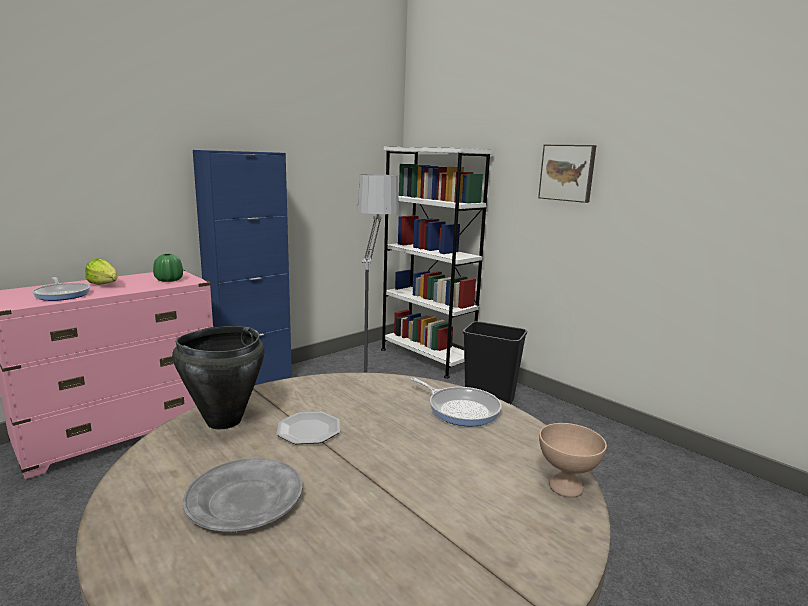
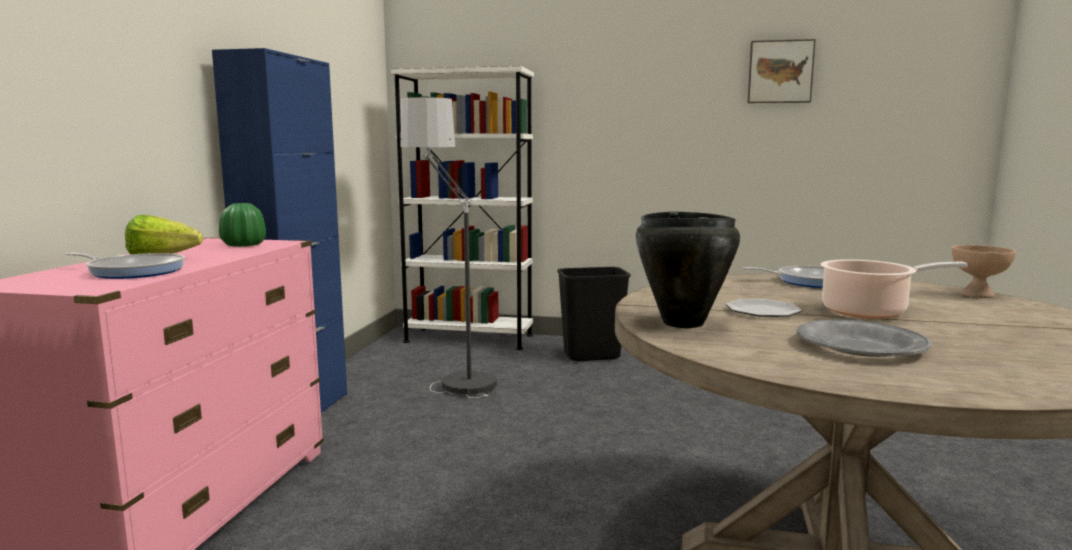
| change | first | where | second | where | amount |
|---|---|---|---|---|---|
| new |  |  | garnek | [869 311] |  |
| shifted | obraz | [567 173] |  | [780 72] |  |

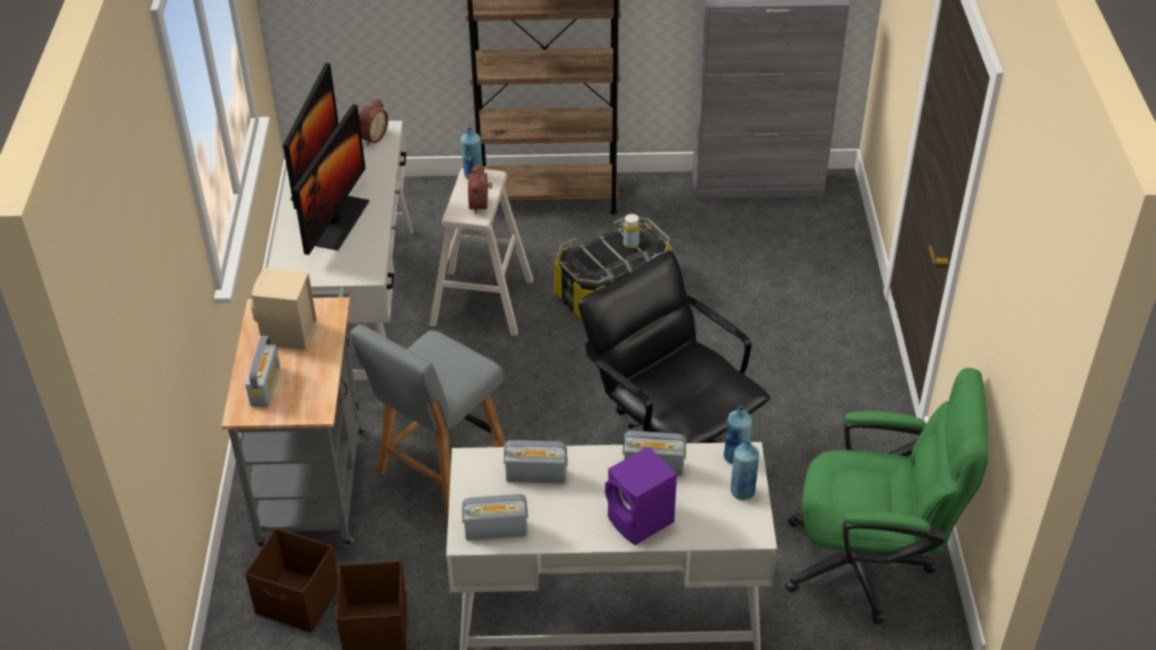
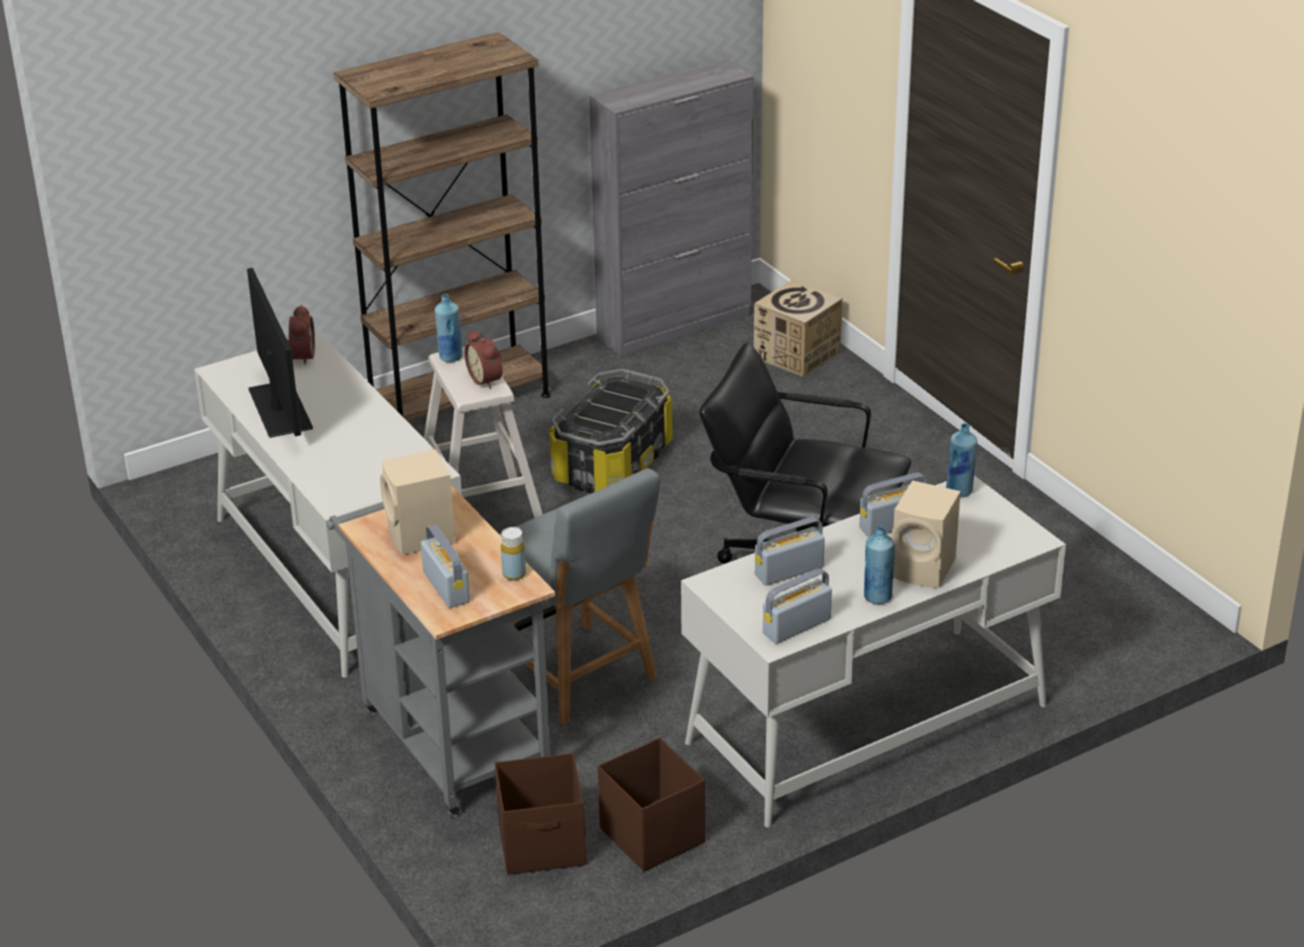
| change | first | where | second | where | amount |
|---|---|---|---|---|---|
| gone | monitor | [337 222] |  |  |  |
| gone | krzesło biurowe [zielony] | [870 565] |  |  |  |
| new |  |  | karton | [797 355] |  |
| shifted | butelka [żółty] | [631 244] |  | [514 574] |  |
| shifted | butelka [niebieski] | [742 491] |  | [877 597] |  |
| repainted | głośnik [fioletowy] | [641 521] | głośnik [beżowy] | [925 569] |  |
| rotated | krzesło [szary] | [439 469] |  | [581 677] | 45 degrees counterclockwise |

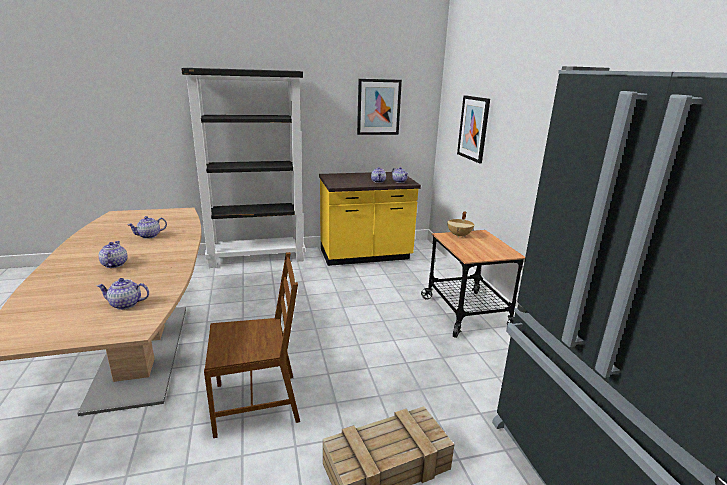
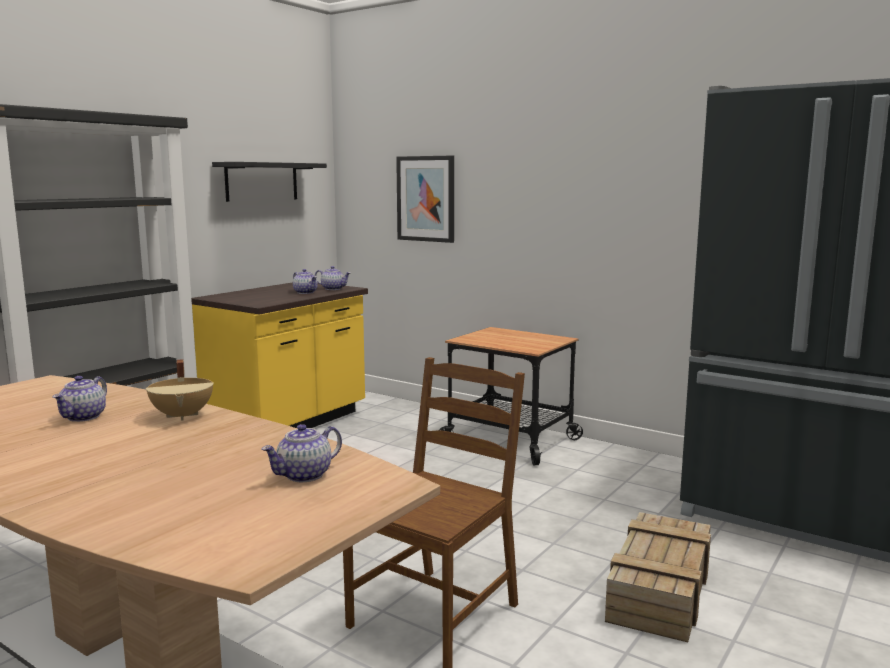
| change | first | where | second | where | amount |
|---|---|---|---|---|---|
| gone | imbryk | [114 264] |  |  |  |
| shifted | garnek [beżowy] | [459 235] |  | [183 415] |  |
| swapped | obraz | [378 107] | półka [czarny] | [262 181] |  |

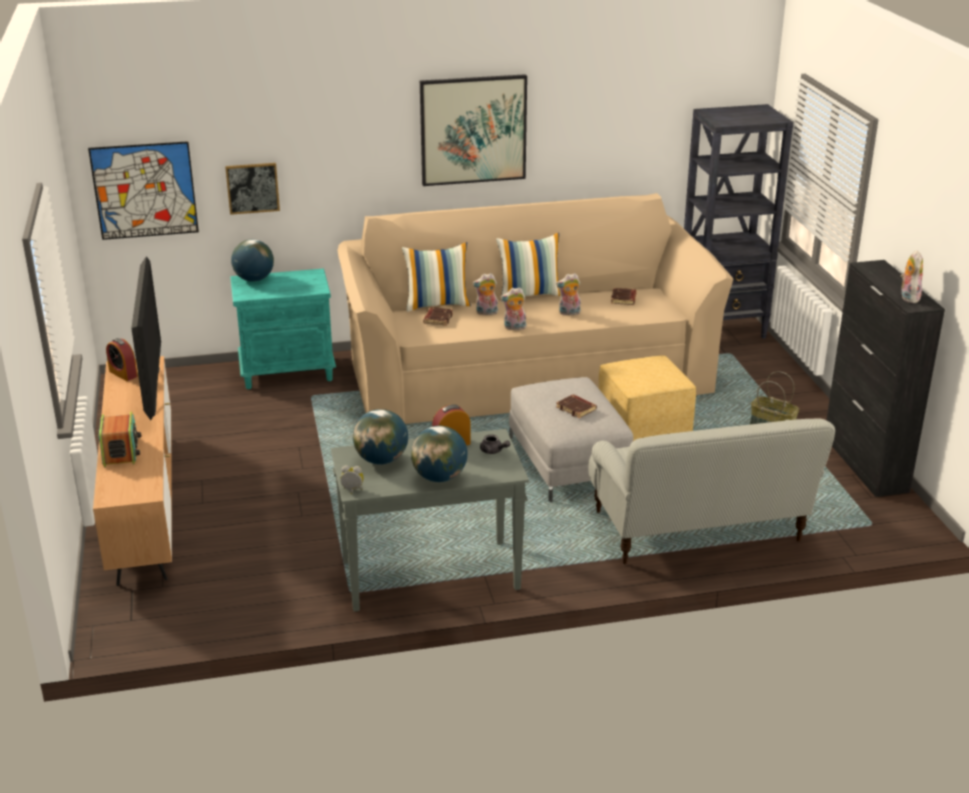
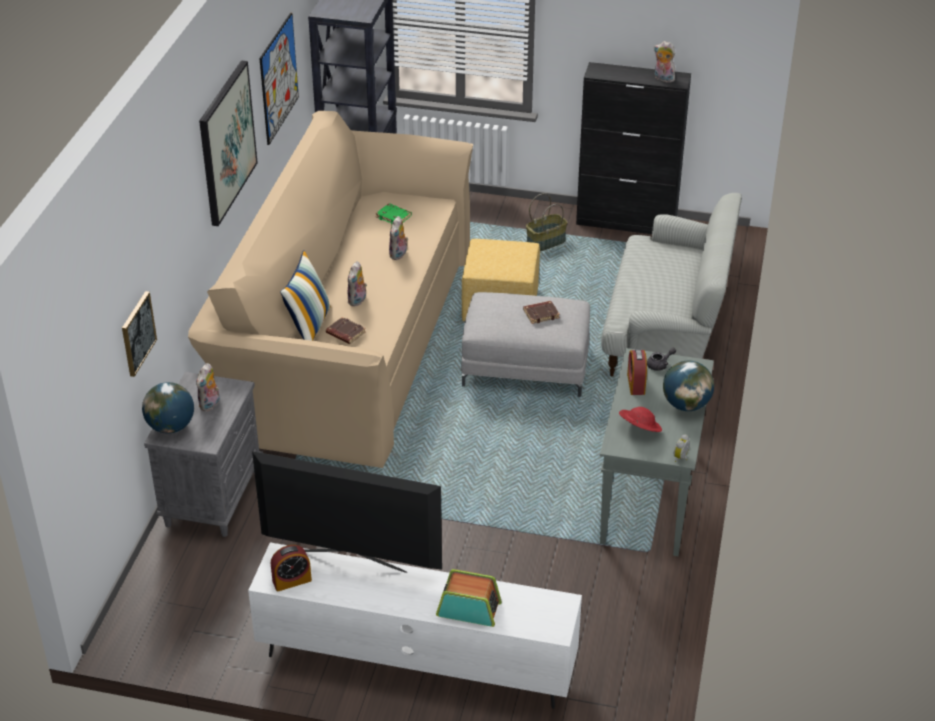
| change | first | where | second | where | amount |
|---|---|---|---|---|---|
| gone | poduszka | [529 294] |  |  |  |
| shifted | obraz | [144 190] |  | [278 78] |  |
| shifted | pluszak | [514 327] |  | [210 405] |  |
| swapped | globus | [381 460] | kapelusz [czerwony] | [639 429] |  |
| repainted | szafka pod telewizor [brązowy] | [145 504] | szafka pod telewizor [biały] | [417 662] |  |
| repainted | szafka nocna [turkusowy] | [288 372] | szafka nocna [szary] | [212 496] |  |
| repainted | książka [brązowy] | [624 299] | książka [zielony] | [394 217] |  |

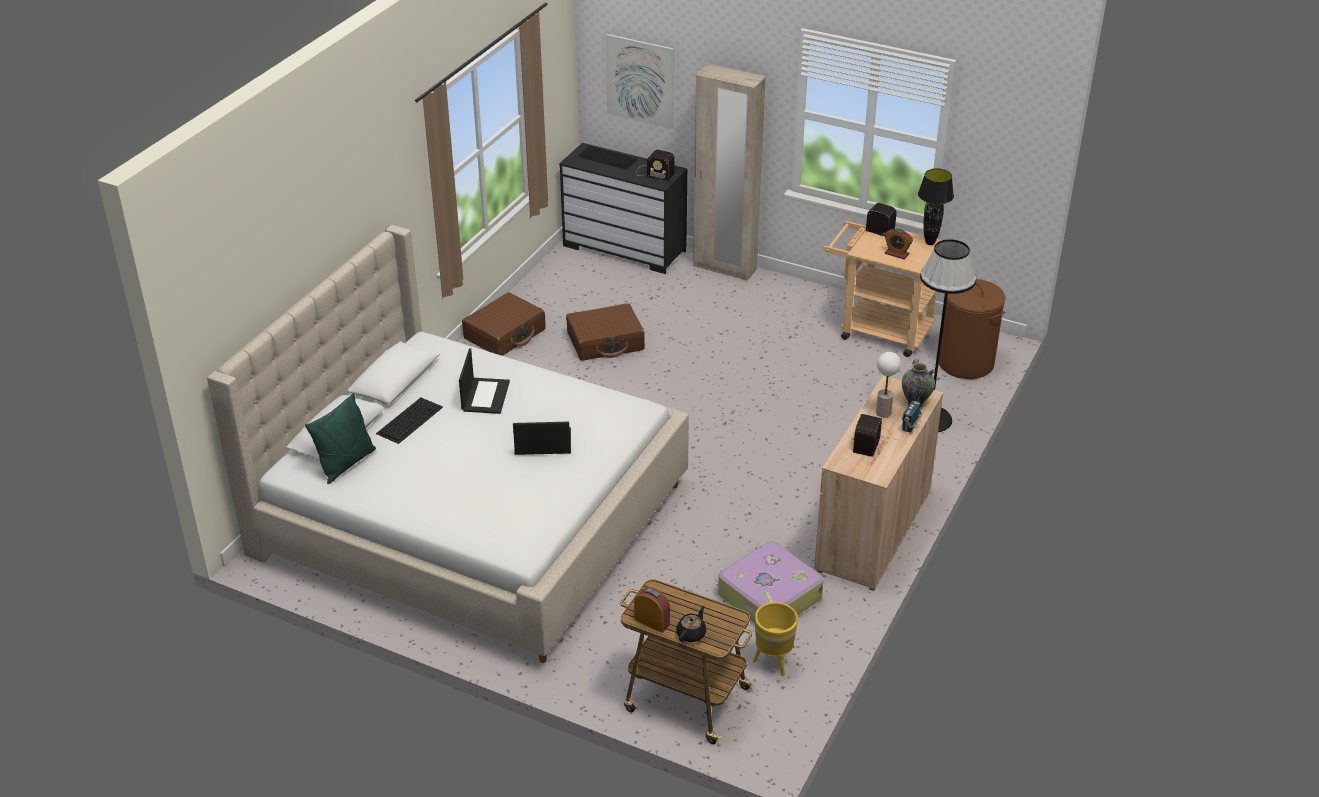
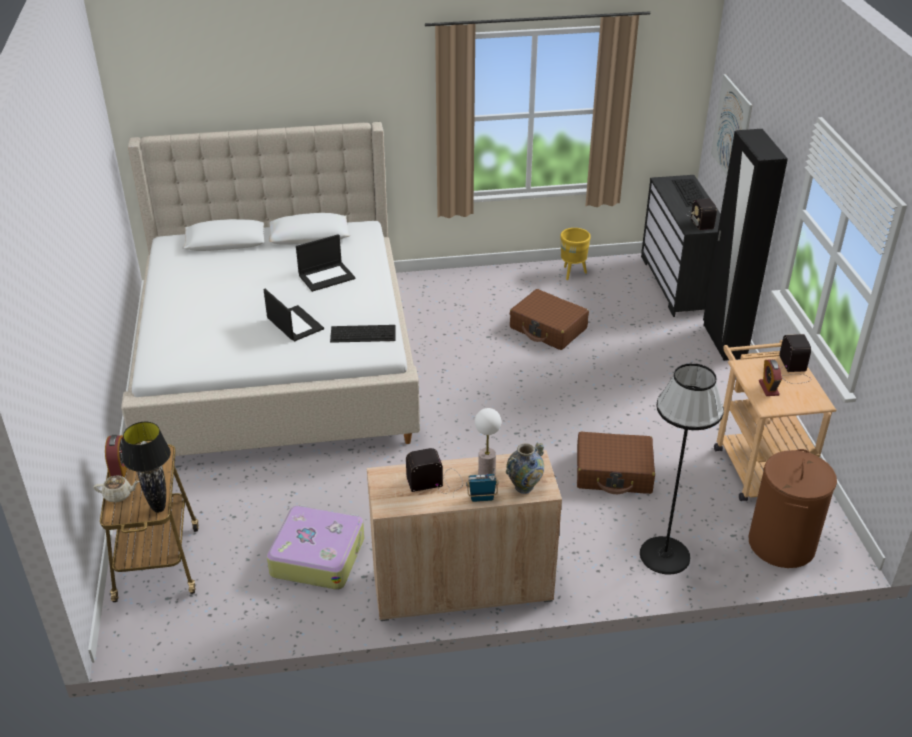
| change | first | where | second | where | amount |
|---|---|---|---|---|---|
| gone | poduszka [zielony] | [346 463] |  |  |  |
| shifted | klawiatura | [410 420] |  | [363 333] |  |
| shifted | walizka [brązowy] | [505 334] |  | [614 472] |  |
| shifted | donica [żółty] | [774 662] |  | [573 273] |  |
| shifted | lampa stołowa [czarny] | [930 243] |  | [158 509] |  |
| repainted | imbryk [czarny] | [691 634] | imbryk [beżowy] | [118 495] |  |
| repainted | szafa [beżowy] | [724 268] | szafa [czarny] | [723 341] |  |

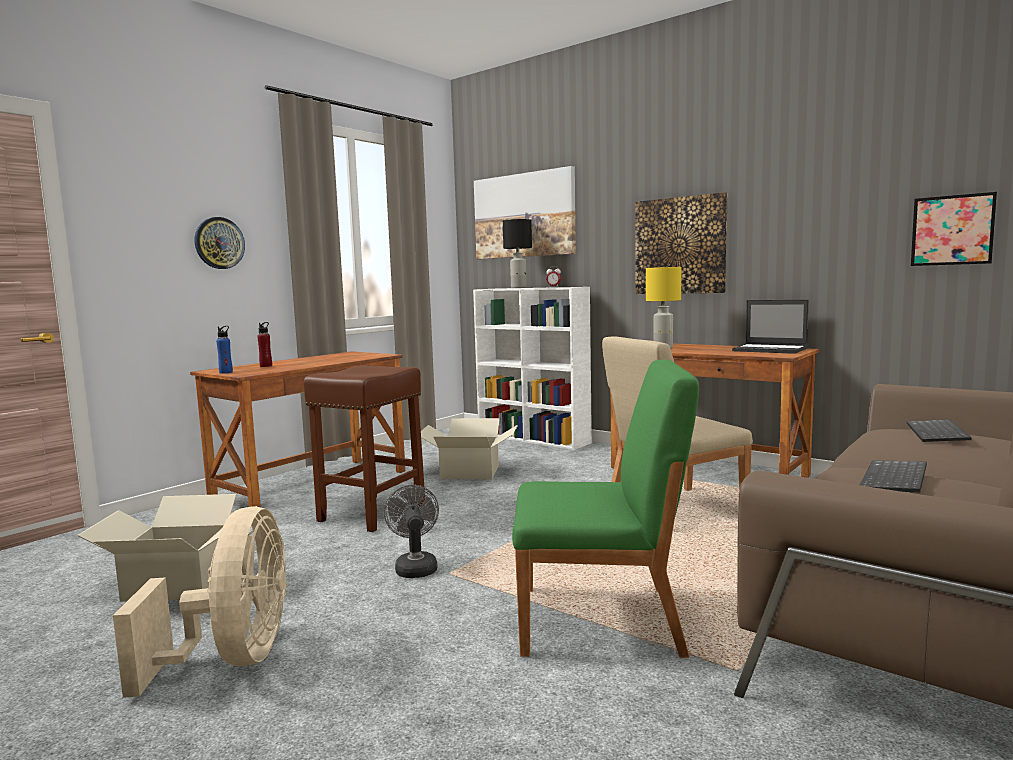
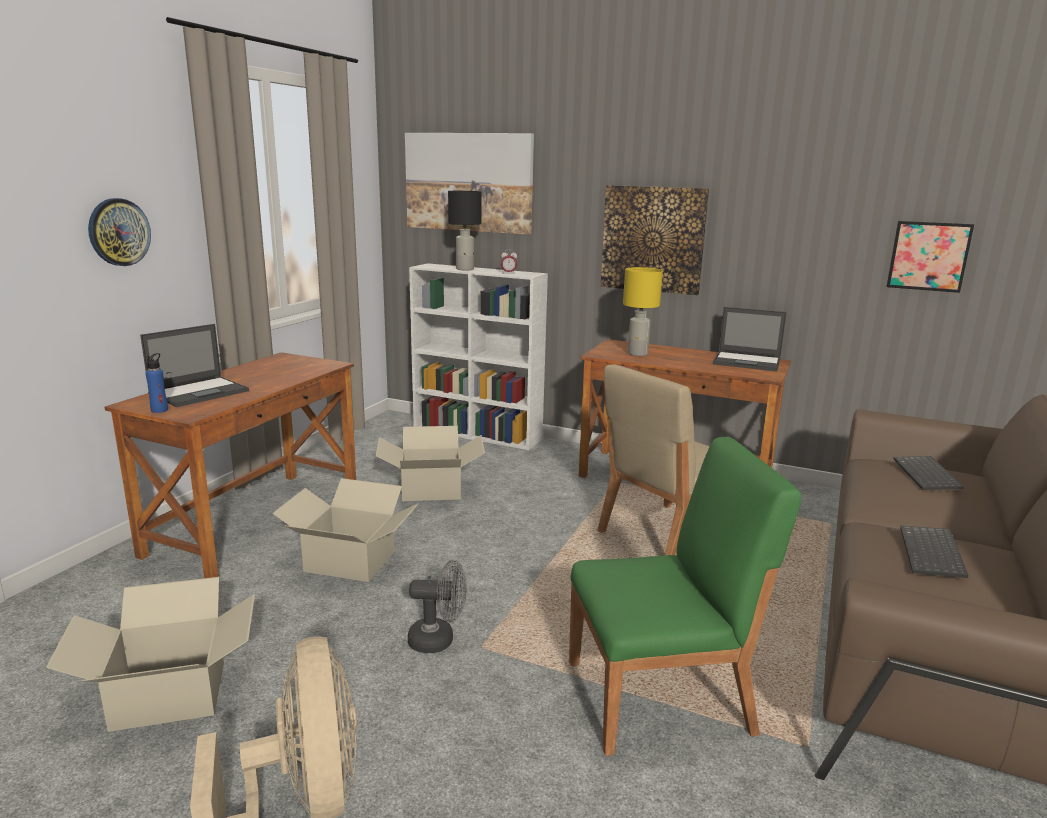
| change | first | where | second | where | amount |
|---|---|---|---|---|---|
| swapped | butelka [czerwony] | [266 366] | laptop | [200 392] |  |
| swapped | stołek [brązowy] | [371 513] | karton | [349 561] |  |
| rotated | wentylator [szary] | [415 567] |  | [439 640] | 120 degrees clockwise |

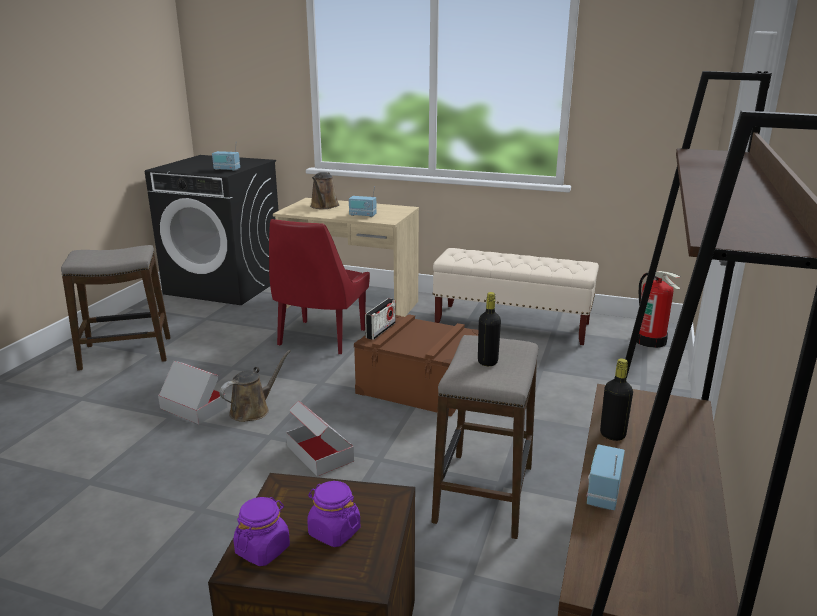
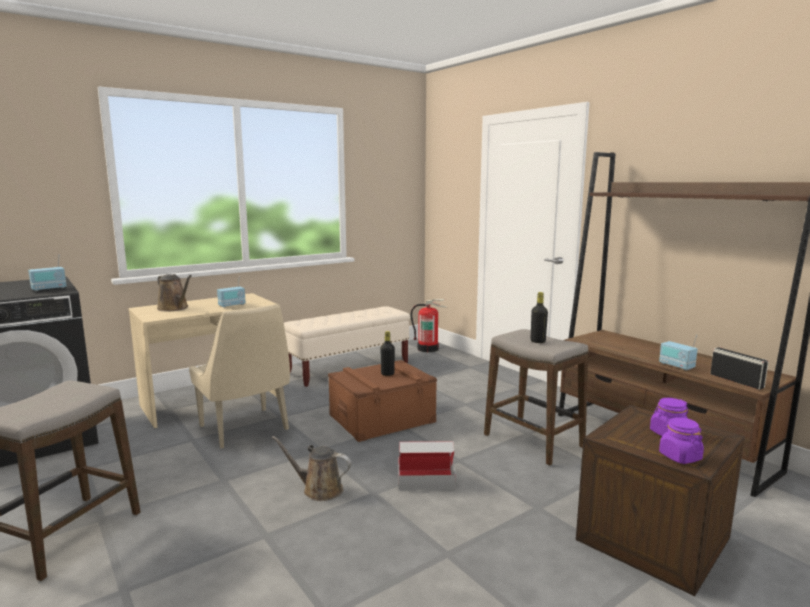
| change | first | where | second | where | amount |
|---|---|---|---|---|---|
| gone | karton | [193 408] |  |  |  |
| shifted | radio | [380 330] |  | [736 381] |  |
| shifted | butelka [czarny] | [612 435] |  | [387 374] |  |
| repainted | krzesło [czerwony] | [320 339] | krzesło [beżowy] | [245 429] |  |
| rotated | konewka [brązowy] | [253 410] |  | [319 489] | 60 degrees counterclockwise |

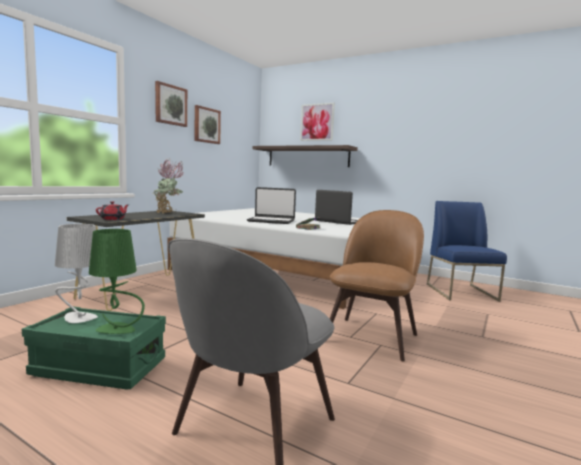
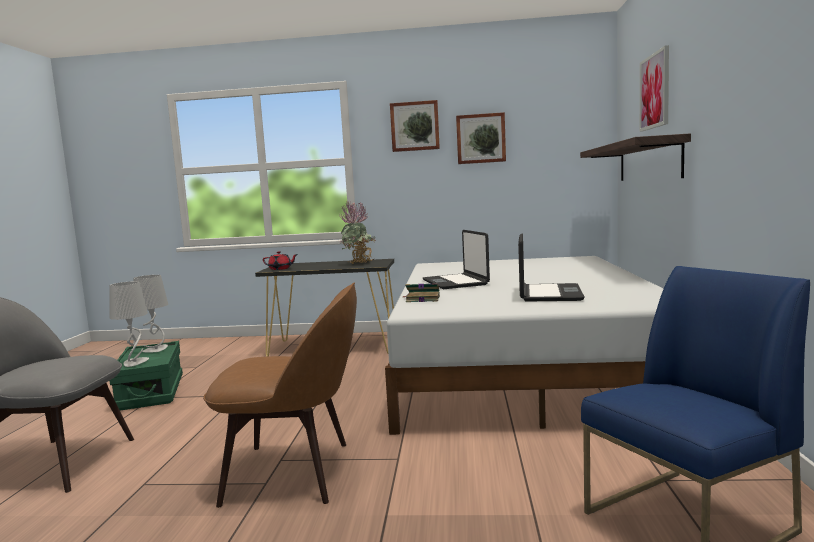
| change | first | where | second | where | amount |
|---|---|---|---|---|---|
| repainted | lampa stołowa [zielony] | [117 330] | lampa stołowa [szary] | [135 363] |  |

